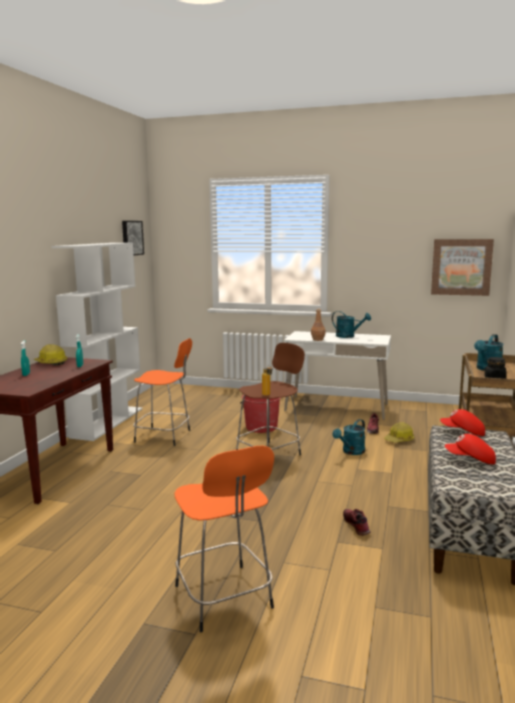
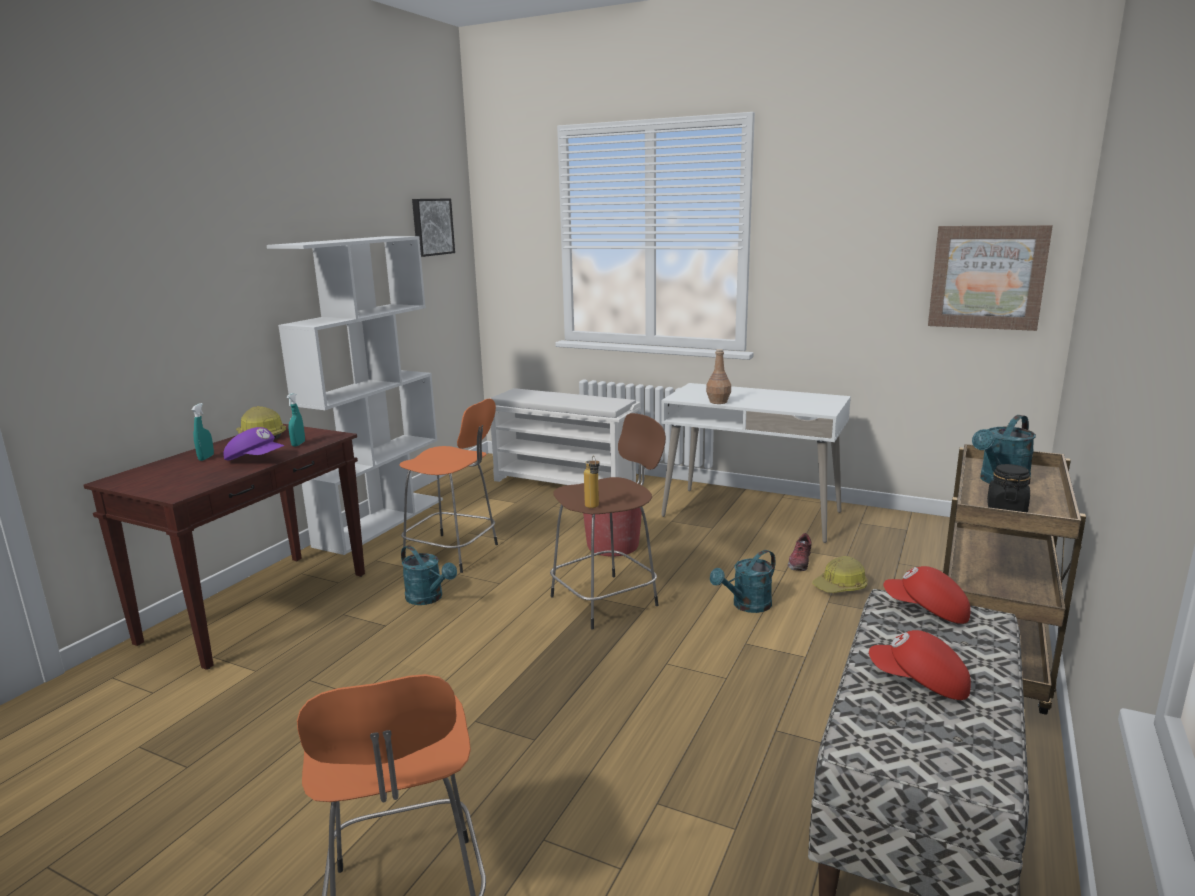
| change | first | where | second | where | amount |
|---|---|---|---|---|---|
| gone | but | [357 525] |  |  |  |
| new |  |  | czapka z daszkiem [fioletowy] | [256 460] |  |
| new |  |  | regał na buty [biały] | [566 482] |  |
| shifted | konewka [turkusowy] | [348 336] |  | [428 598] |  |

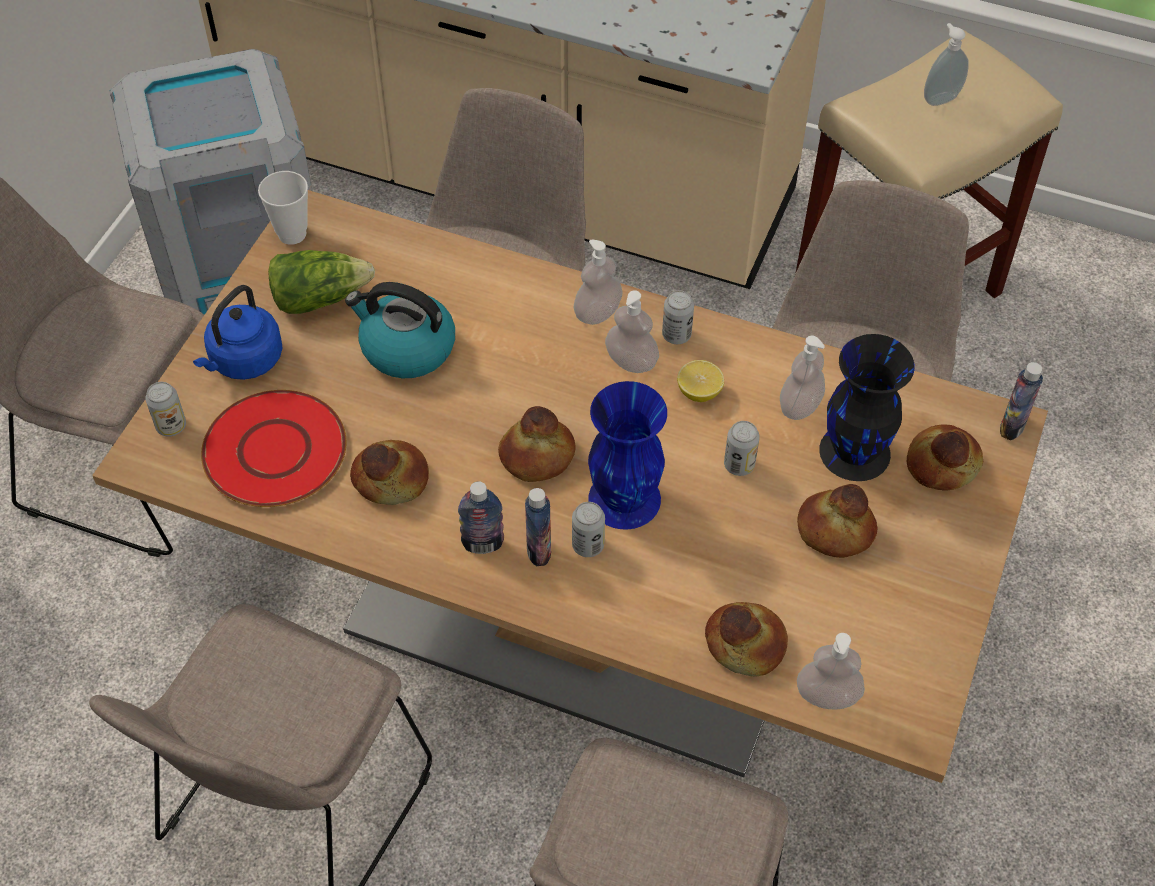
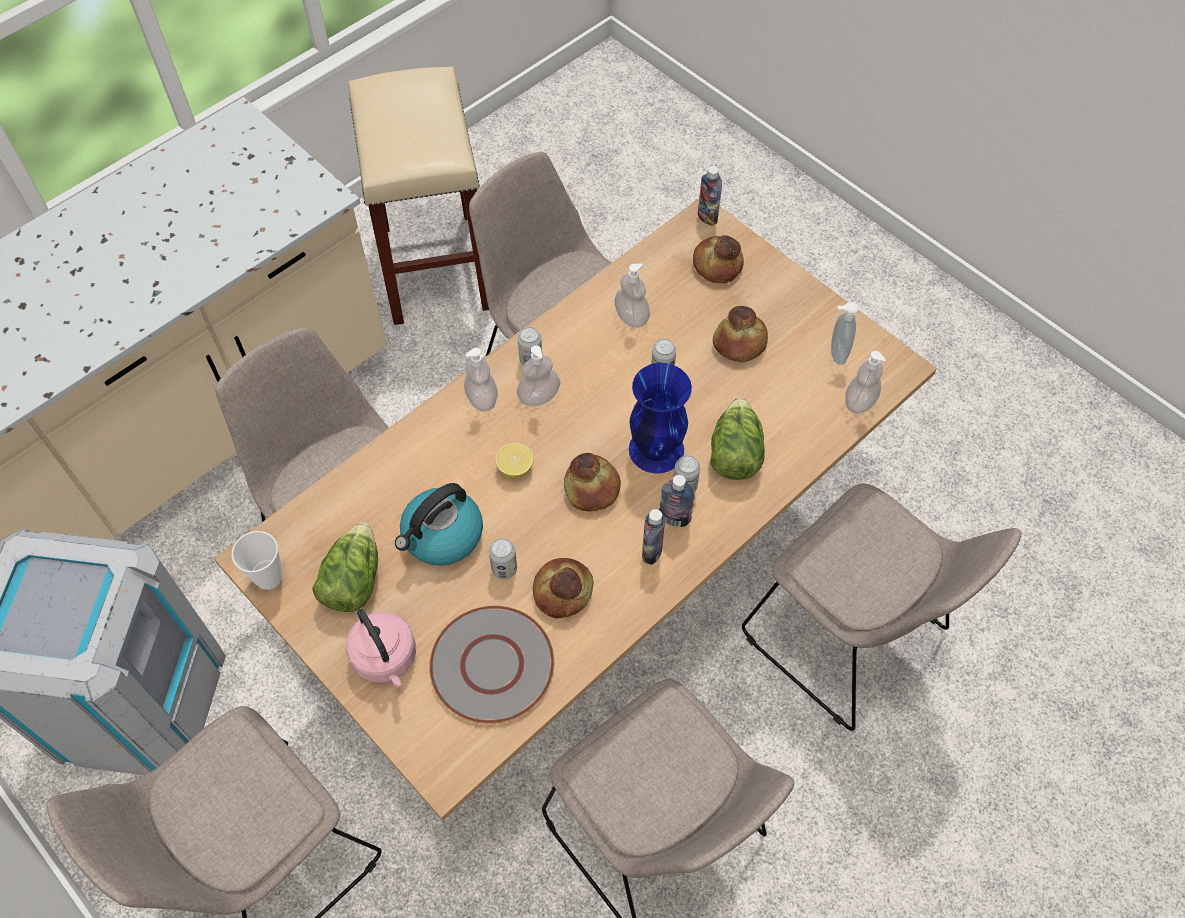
| change | first | where | second | where | amount |
|---|---|---|---|---|---|
| gone | chleb | [746 643] |  |  |  |
| gone | wazon [czarny] | [855 451] |  |  |  |
| new |  |  | sałata | [734 452] |  |
| shifted | puszka | [171 426] |  | [504 569] |  |
| shifted | cytryna | [699 392] |  | [515 468] |  |
| shifted | dozownik mydła | [939 98] |  | [836 353] |  |
| repainted | czajnik [niebieski] | [244 361] | czajnik [różowy] | [386 659] |  |
| repainted | talerz [czerwony] | [274 450] | talerz [szary] | [491 665] |  |

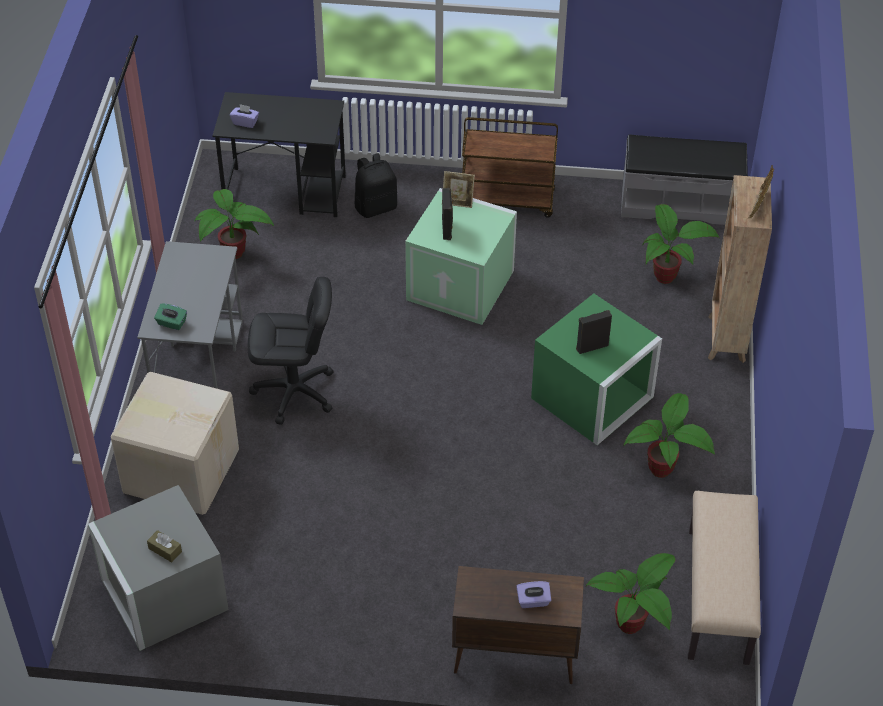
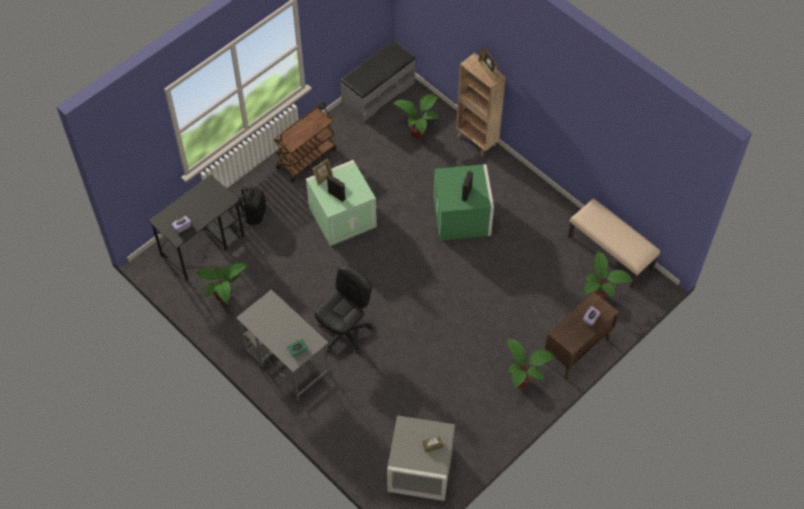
| change | first | where | second | where | amount |
|---|---|---|---|---|---|
| gone | karton | [180 469] |  |  |  |
| shifted | roślina doniczkowa | [664 471] |  | [523 381] |  |

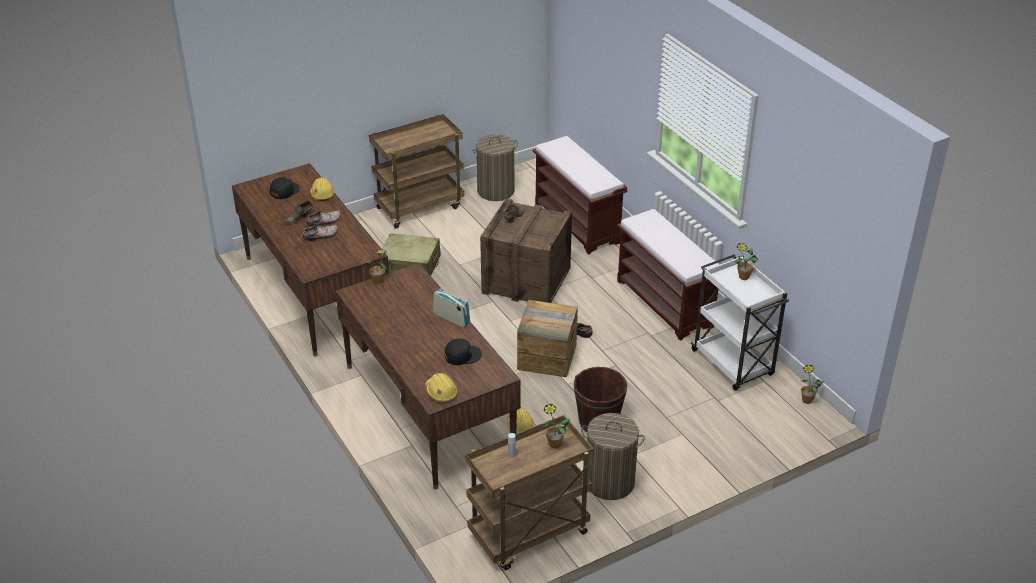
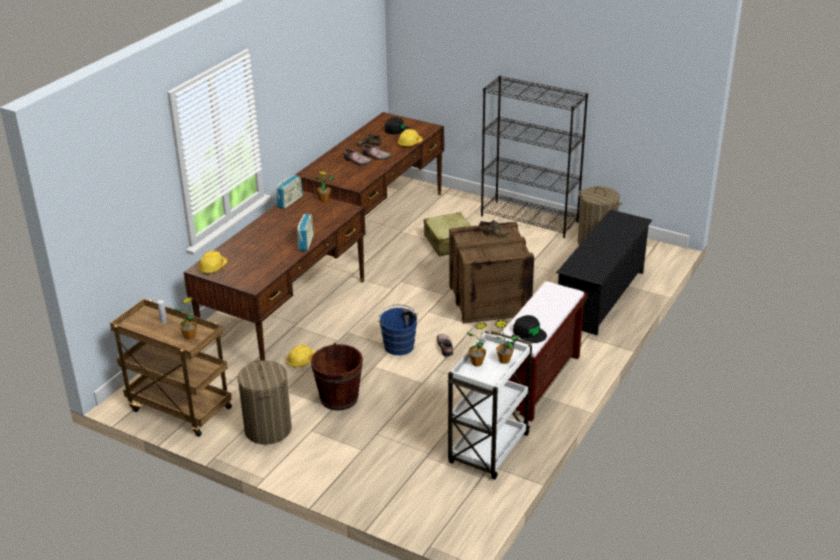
| change | first | where | second | where | amount |
|---|---|---|---|---|---|
| new |  |  | radio | [290 201] |  |
| shifted | czapka z daszkiem [czarny] | [462 355] |  | [529 333] |  |
| shifted | roślina doniczkowa | [807 400] |  | [477 363] |  |
| swapped | wózek [brązowy] | [419 207] | regał [czarny] | [530 219] |  |
| swapped | skrzynka | [547 357] | wiadro [niebieski] | [398 345] |  |
| swapped | ławka [brązowy] | [577 223] | regał na buty [czarny] | [601 297] |  |

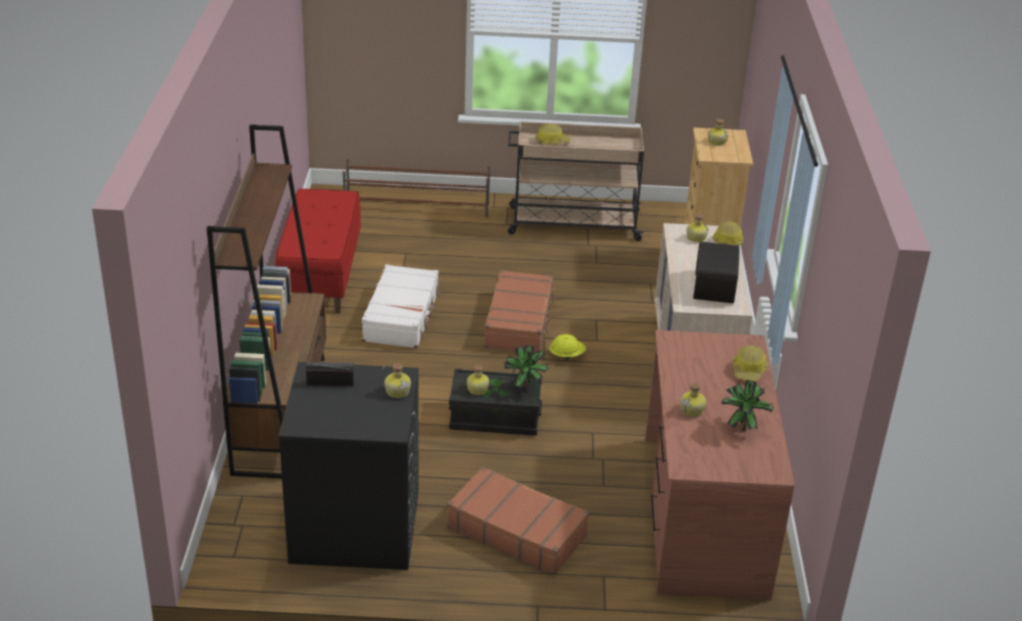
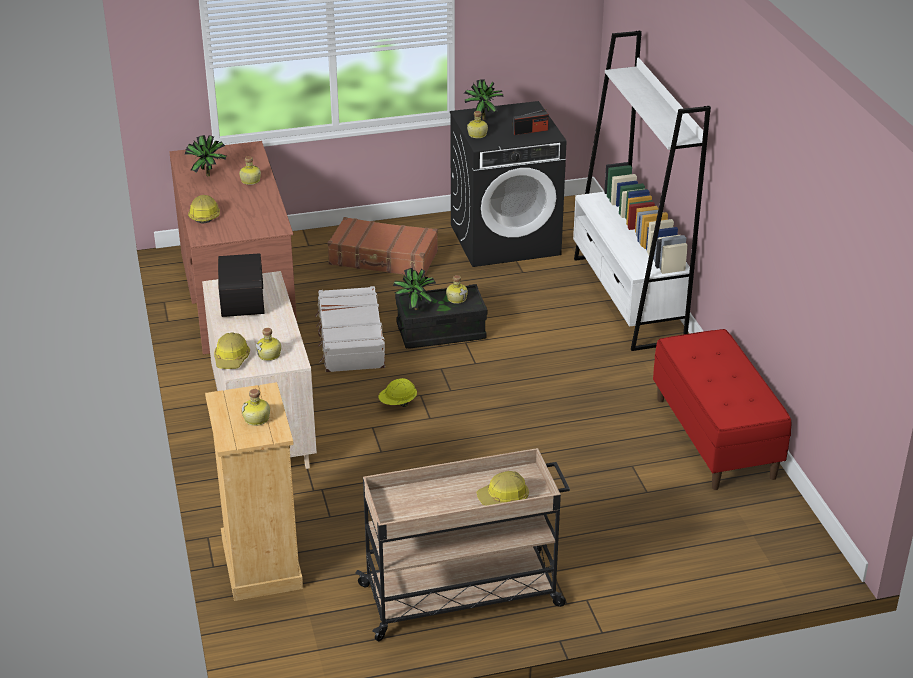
| change | first | where | second | where | amount |
|---|---|---|---|---|---|
| gone | regał na buty [brązowy] | [417 206] |  |  |  |
| gone | walizka [brązowy] | [519 322] |  |  |  |
| new |  |  | roślina doniczkowa | [482 118] |  |
| shifted | walizka [biały] | [402 316] |  | [350 340] |  |
| repainted | regał [brązowy] | [280 413] | regał [biały] | [628 299] |  |

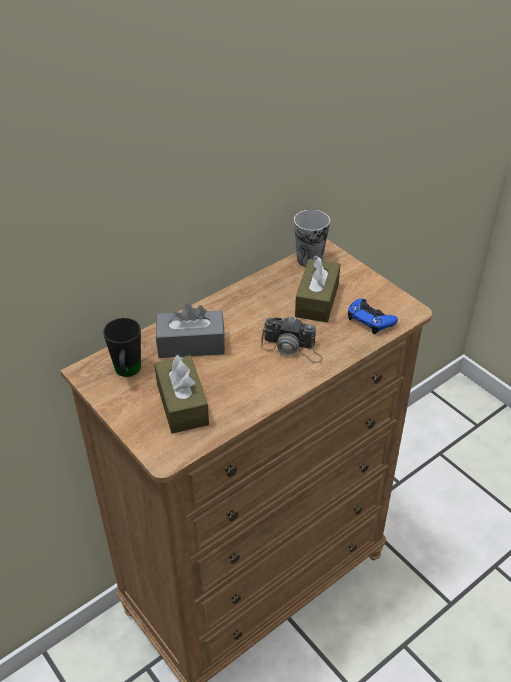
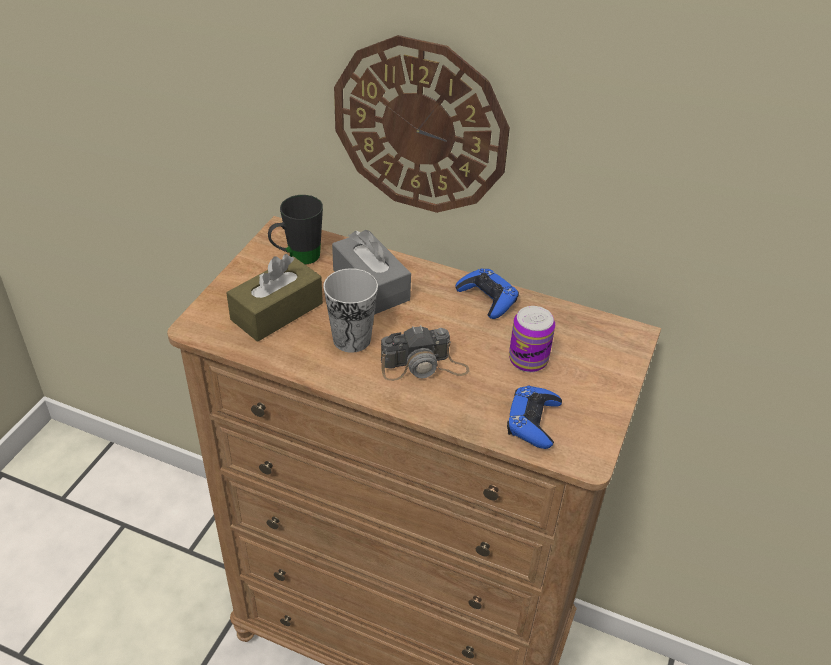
| change | first | where | second | where | amount |
|---|---|---|---|---|---|
| new |  |  | zegar ścienny | [420 127] |  |
| new |  |  | pad do gier [niebieski] | [487 298] |  |
| shifted | filiżanka | [309 259] |  | [351 339] |  |
| swapped | pudełko chusteczek [brązowy] | [317 300] | puszka | [528 360] |  |
| rotated | aparat fotograficzny | [292 348] |  | [424 366] | 90 degrees counterclockwise |

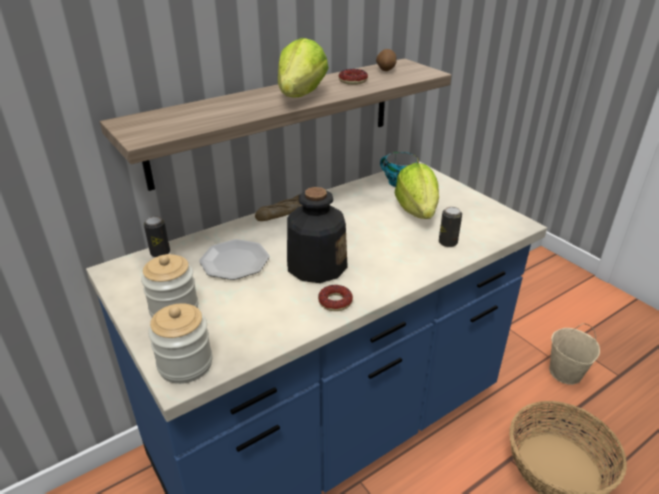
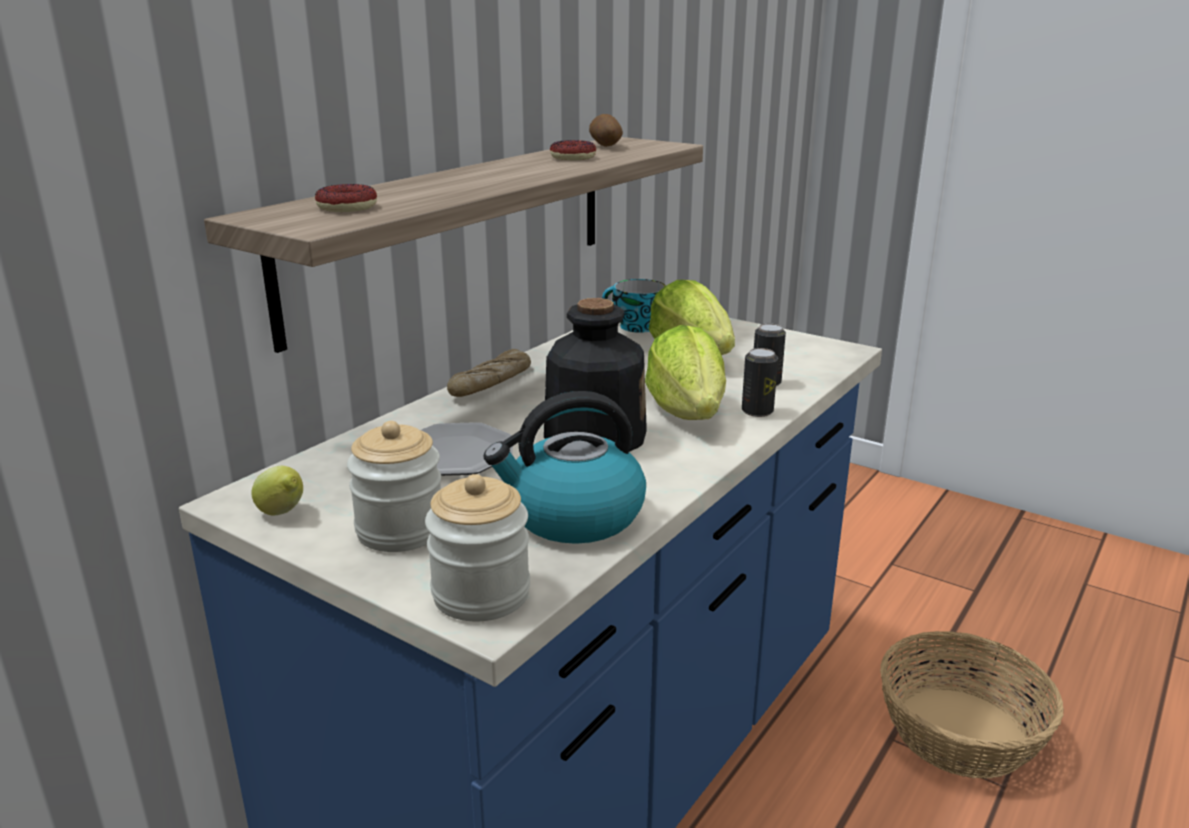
| change | first | where | second | where | amount |
|---|---|---|---|---|---|
| gone | wiadro [beżowy] | [565 373] |  |  |  |
| new |  |  | cytryna | [283 514] |  |
| new |  |  | czajnik | [573 516] |  |
| shifted | puszka | [160 253] |  | [757 411] |  |
| shifted | sałata | [300 96] |  | [688 413] |  |
| shifted | donut | [335 302] |  | [347 207] |  |

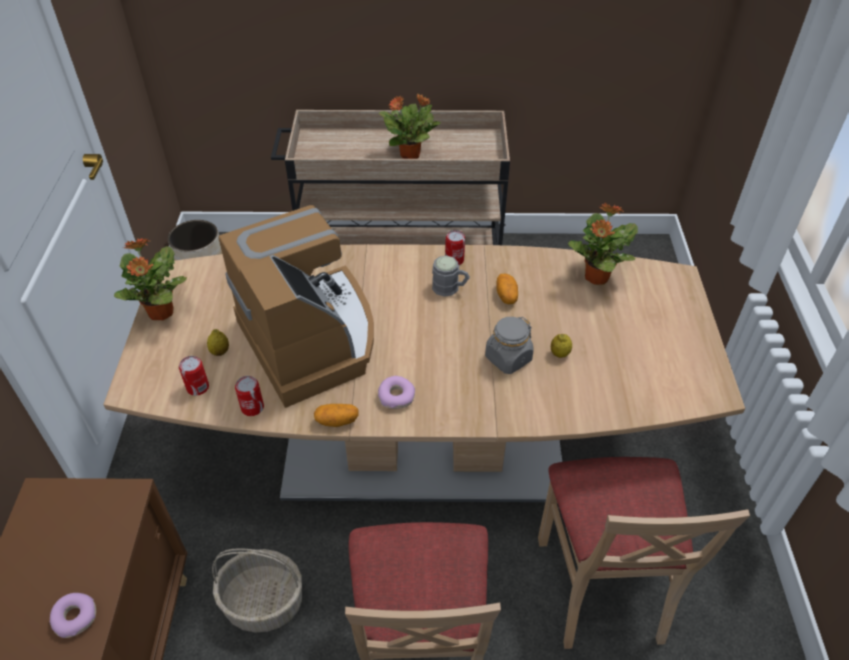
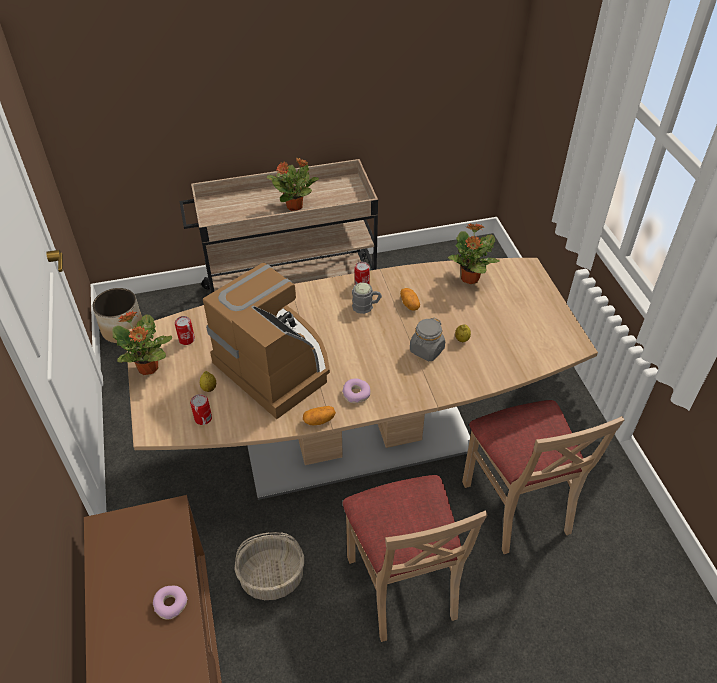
| change | first | where | second | where | amount |
|---|---|---|---|---|---|
| shifted | puszka | [252 407] |  | [187 339] |  |

